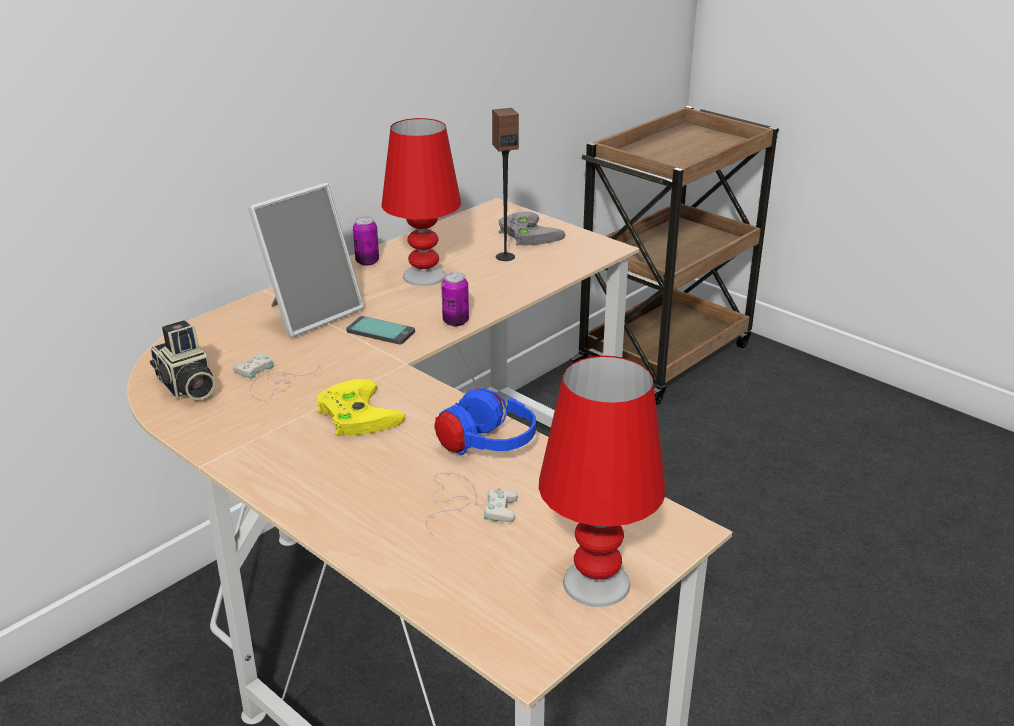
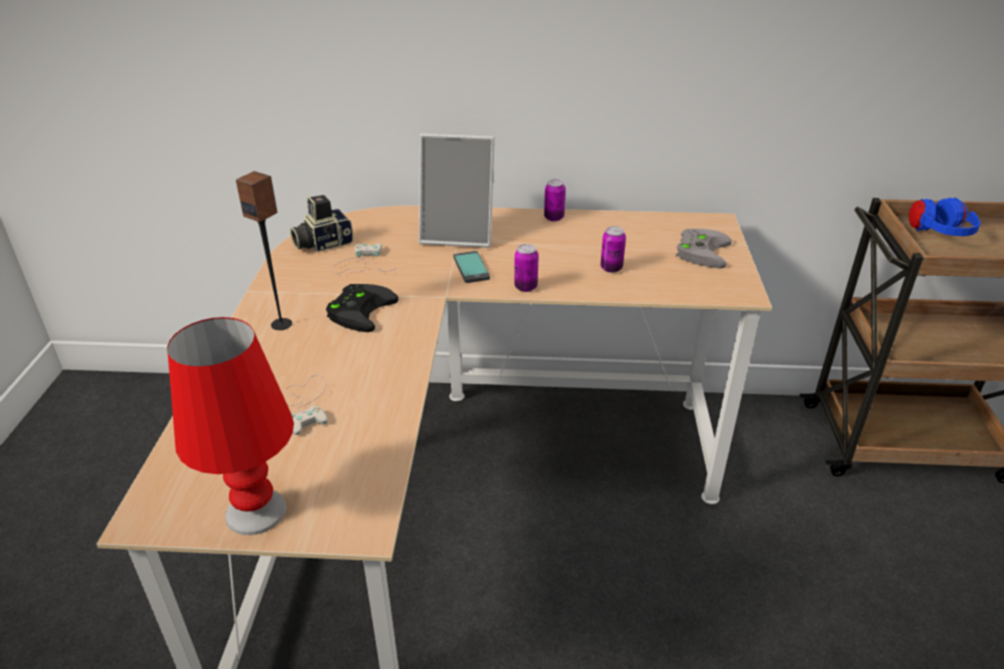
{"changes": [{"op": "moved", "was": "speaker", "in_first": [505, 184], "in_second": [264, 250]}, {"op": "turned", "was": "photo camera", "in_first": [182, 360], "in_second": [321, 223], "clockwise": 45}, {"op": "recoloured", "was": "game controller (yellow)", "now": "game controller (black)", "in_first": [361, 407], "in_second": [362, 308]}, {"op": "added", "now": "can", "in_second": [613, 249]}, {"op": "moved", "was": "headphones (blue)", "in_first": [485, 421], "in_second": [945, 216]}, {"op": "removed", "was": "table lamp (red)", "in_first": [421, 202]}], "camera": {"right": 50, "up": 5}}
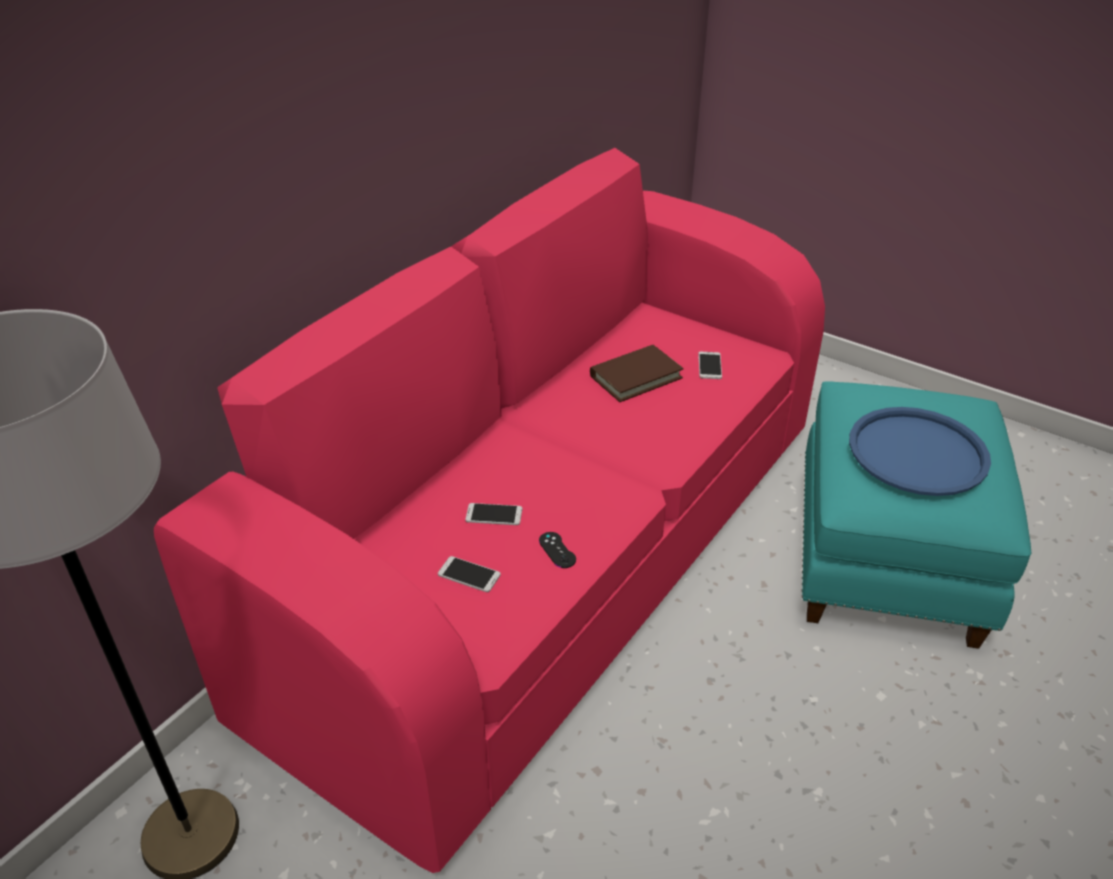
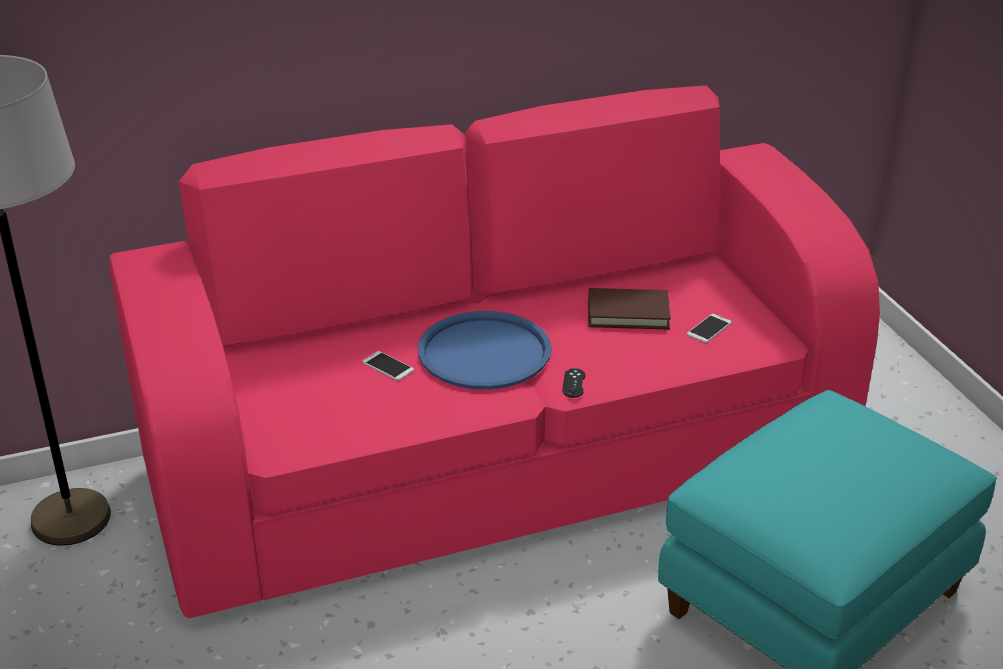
{"changes": [{"op": "moved", "was": "tray (blue)", "in_first": [920, 451], "in_second": [485, 350]}, {"op": "moved", "was": "game controller (black)", "in_first": [557, 550], "in_second": [574, 383]}, {"op": "removed", "was": "phone", "in_first": [469, 574]}], "camera": {"right": 35, "up": -5}}
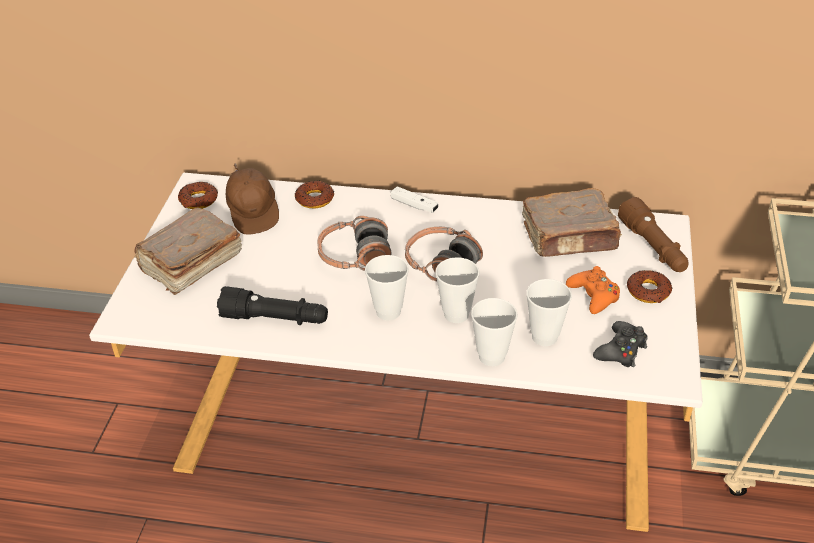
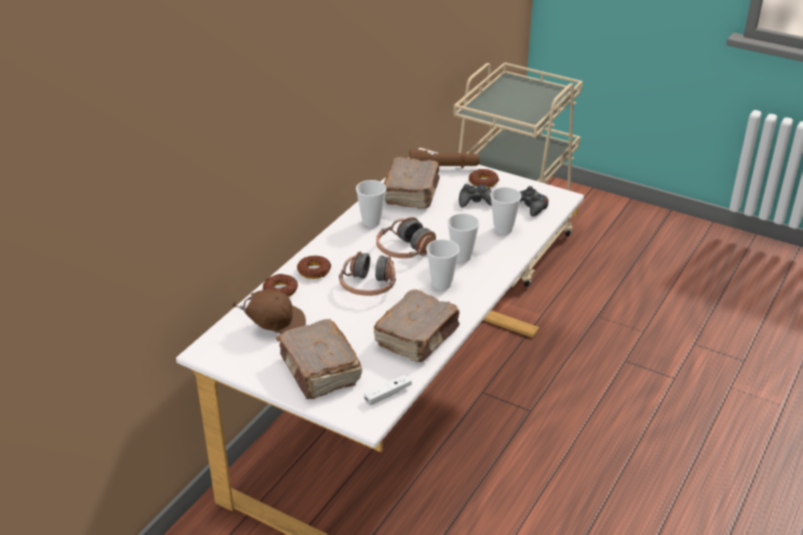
{"changes": [{"op": "moved", "was": "donut", "in_first": [198, 195], "in_second": [314, 267]}, {"op": "moved", "was": "cup", "in_first": [494, 332], "in_second": [371, 203]}, {"op": "moved", "was": "game controller (white)", "in_first": [414, 199], "in_second": [388, 390]}, {"op": "replaced", "was": "flashlight (black)", "now": "book (brown)", "in_first": [272, 305], "in_second": [417, 325]}, {"op": "recoloured", "was": "game controller (orange)", "now": "game controller (black)", "in_first": [593, 290], "in_second": [475, 196]}], "camera": {"right": -70, "up": -5}}
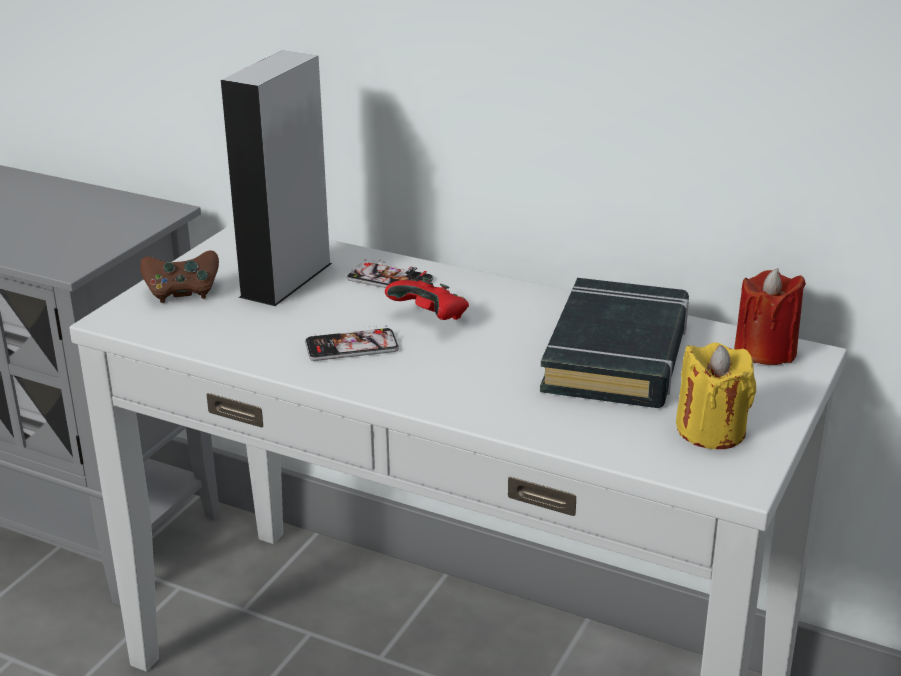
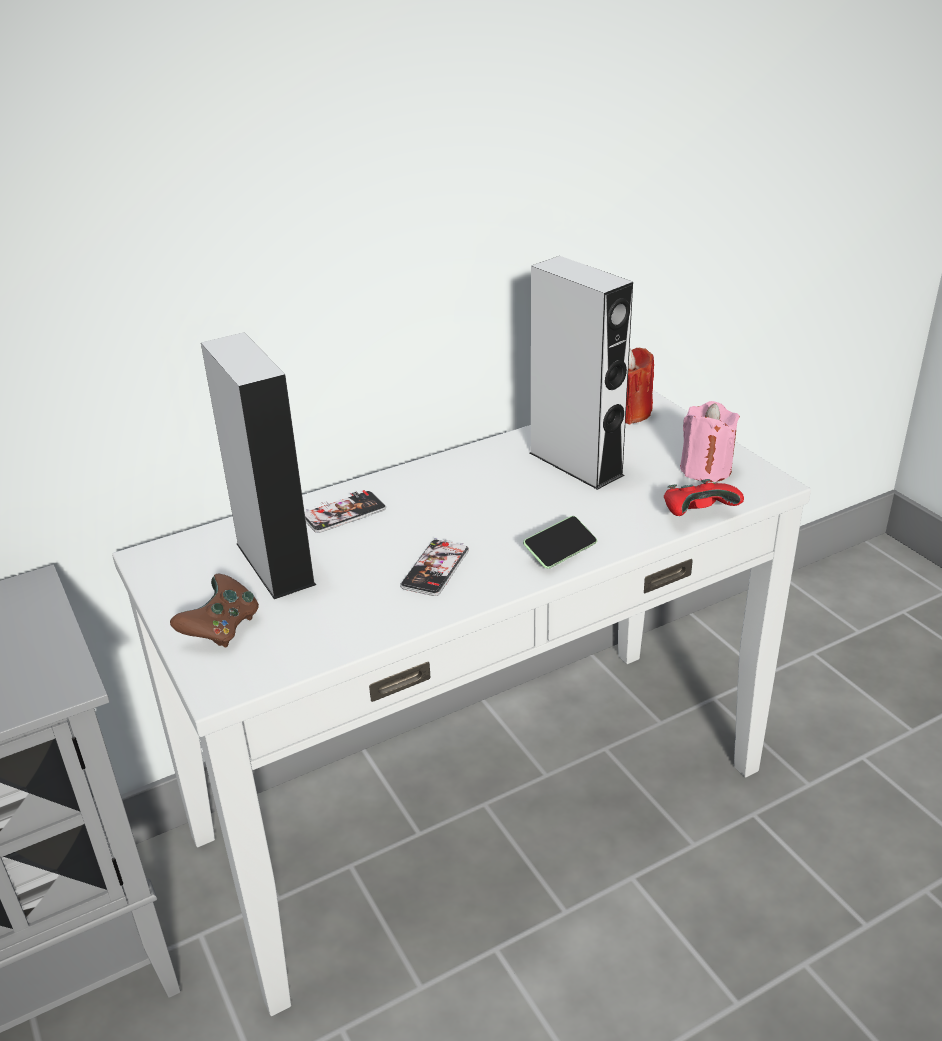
{"changes": [{"op": "added", "now": "phone", "in_second": [560, 542]}, {"op": "replaced", "was": "book (black)", "now": "speaker (grey)", "in_first": [614, 343], "in_second": [581, 373]}, {"op": "moved", "was": "game controller (red)", "in_first": [427, 298], "in_second": [704, 497]}, {"op": "recoloured", "was": "candle (yellow)", "now": "candle (pink)", "in_first": [716, 395], "in_second": [710, 441]}], "camera": {"right": -55, "up": 5}}
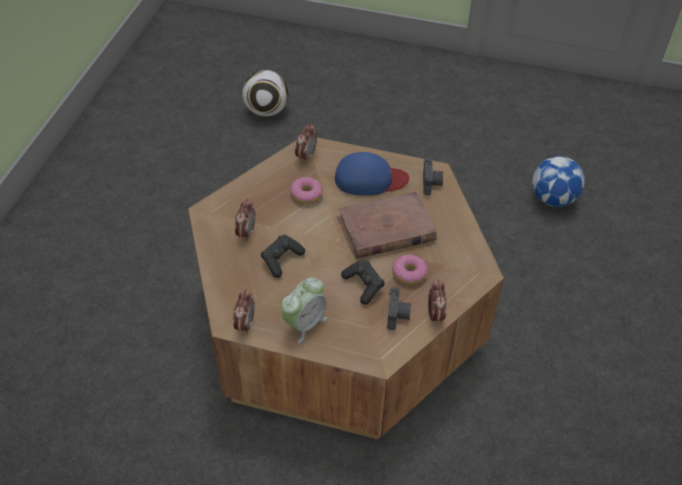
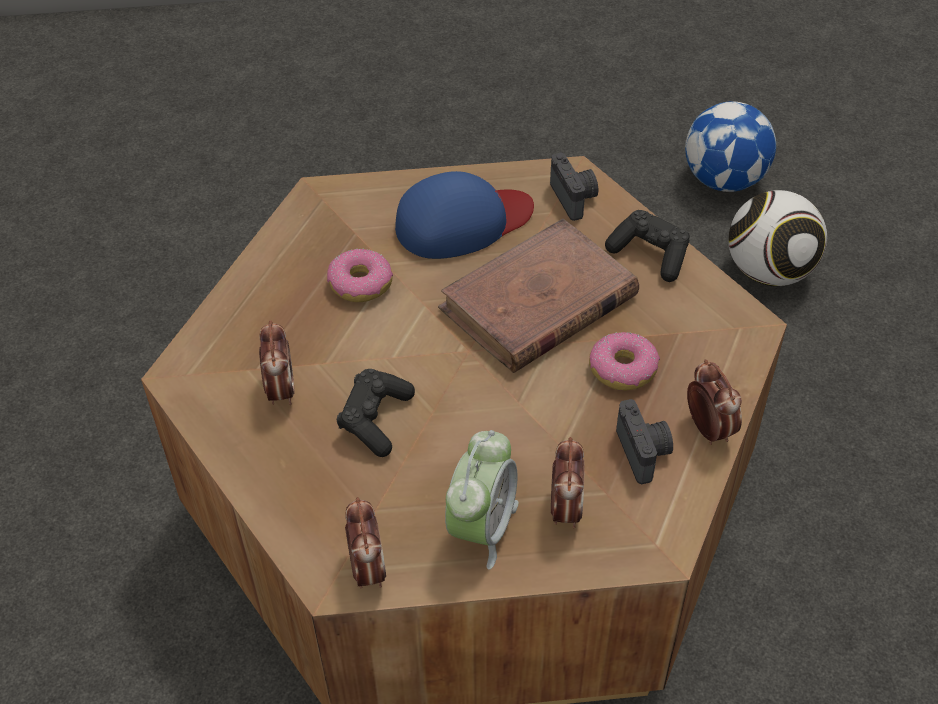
{"changes": [{"op": "moved", "was": "alarm clock", "in_first": [306, 143], "in_second": [567, 482]}, {"op": "moved", "was": "game controller (black)", "in_first": [363, 282], "in_second": [647, 246]}, {"op": "moved", "was": "football", "in_first": [265, 93], "in_second": [778, 238]}], "camera": {"right": -20, "up": 0}}
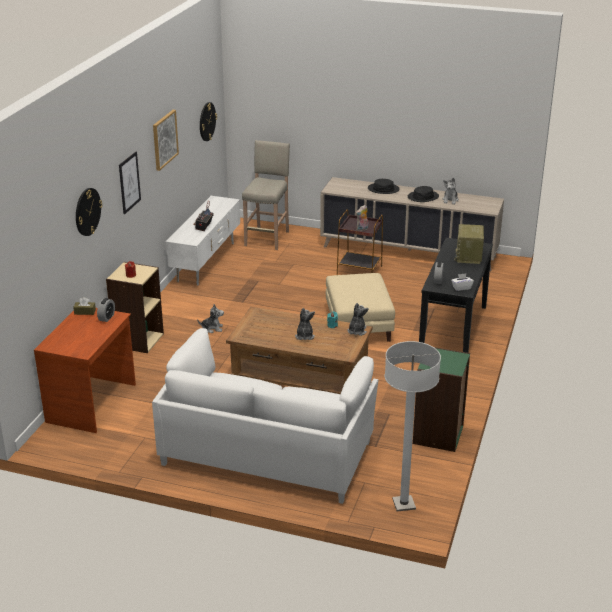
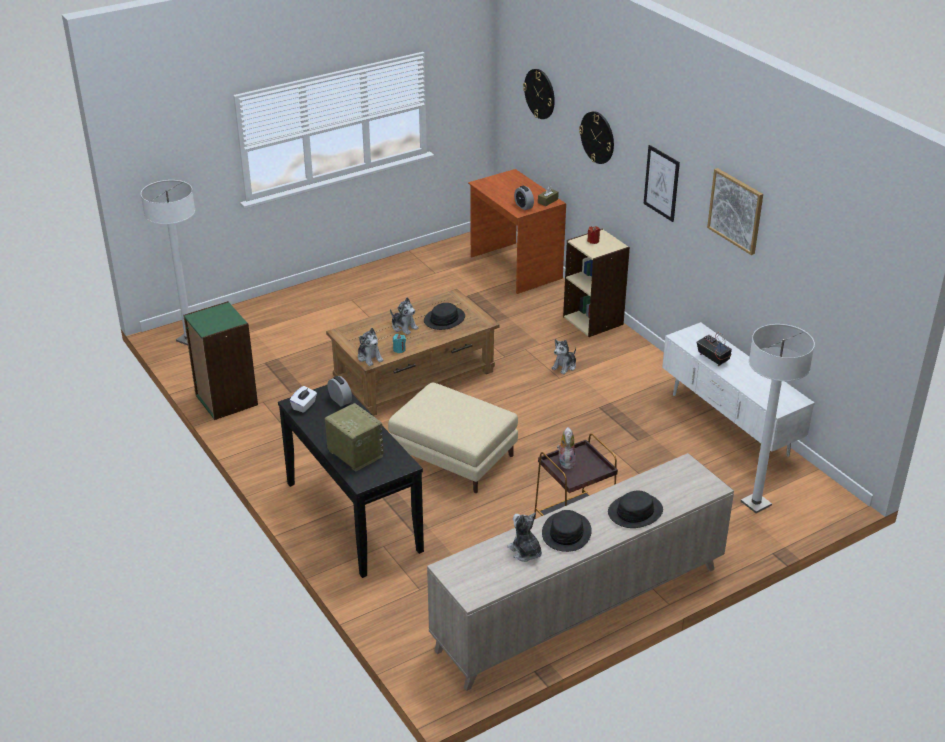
{"changes": [{"op": "added", "now": "hat (black)", "in_second": [444, 316]}, {"op": "moved", "was": "wall clock", "in_first": [208, 121], "in_second": [539, 94]}, {"op": "replaced", "was": "stool (beige)", "now": "floor lamp (white)", "in_first": [266, 195], "in_second": [778, 418]}, {"op": "removed", "was": "sofa (white)", "in_first": [265, 416]}], "camera": {"right": 130, "up": 5}}
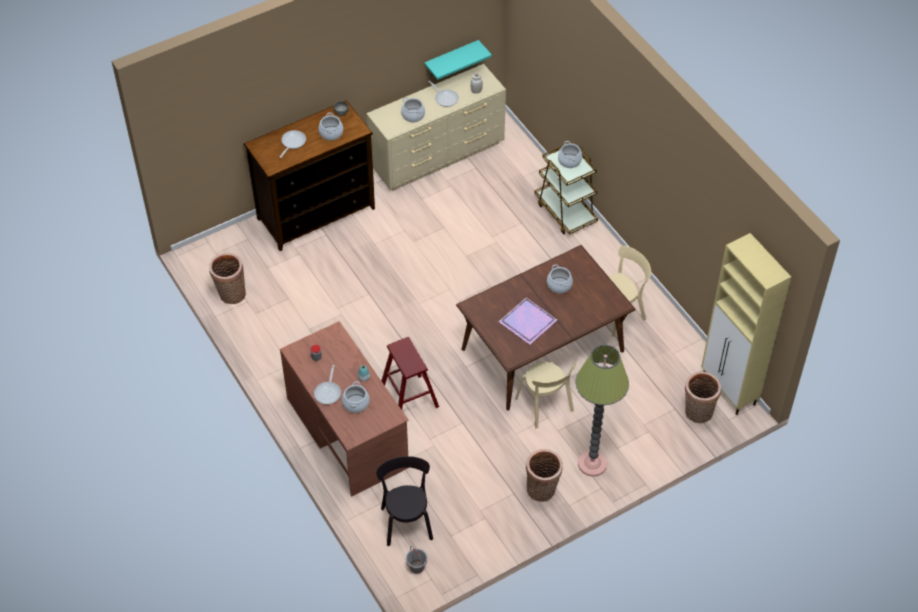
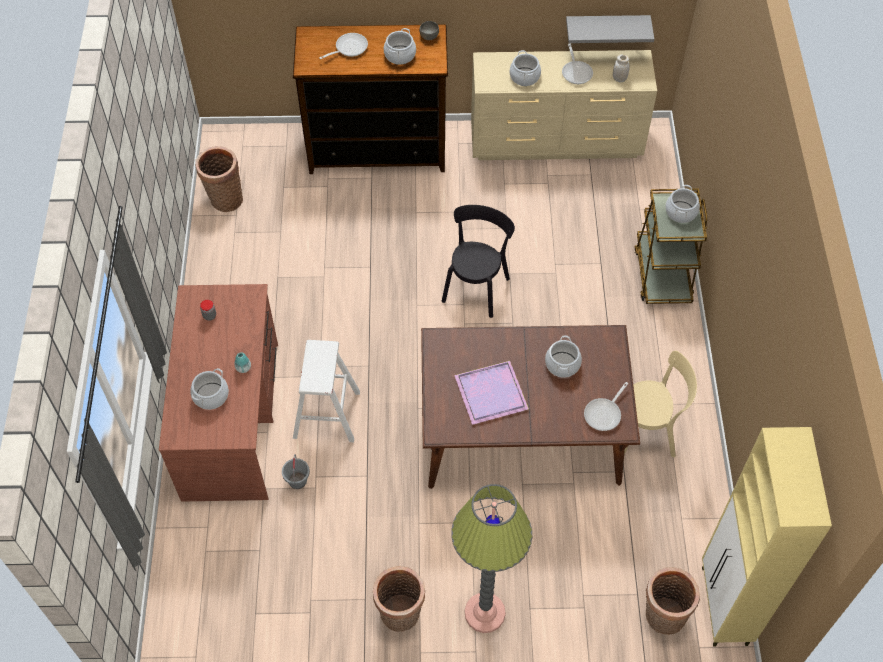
{"changes": [{"op": "moved", "was": "bucket (grey)", "in_first": [417, 559], "in_second": [296, 471]}, {"op": "recoloured", "was": "stool (red)", "now": "stool (white)", "in_first": [410, 373], "in_second": [326, 391]}, {"op": "moved", "was": "chair (black)", "in_first": [404, 501], "in_second": [478, 261]}, {"op": "recoloured", "was": "shelf (turquoise)", "now": "shelf (grey)", "in_first": [458, 60], "in_second": [610, 29]}, {"op": "moved", "was": "frying pan", "in_first": [327, 384], "in_second": [606, 406]}, {"op": "removed", "was": "chair (beige)", "in_first": [546, 394]}], "camera": {"right": 30, "up": 5}}
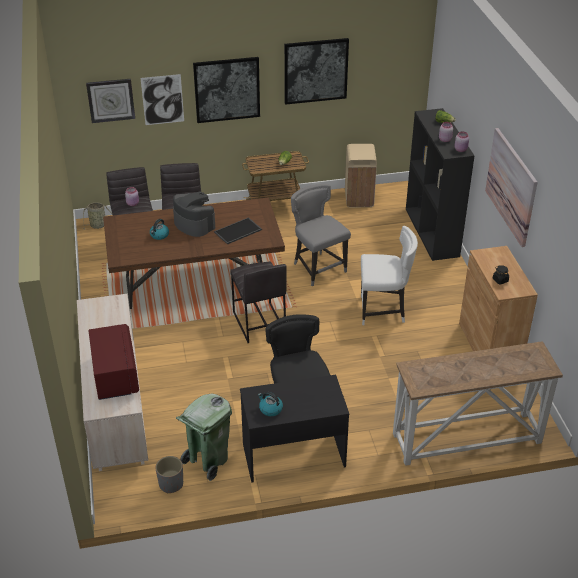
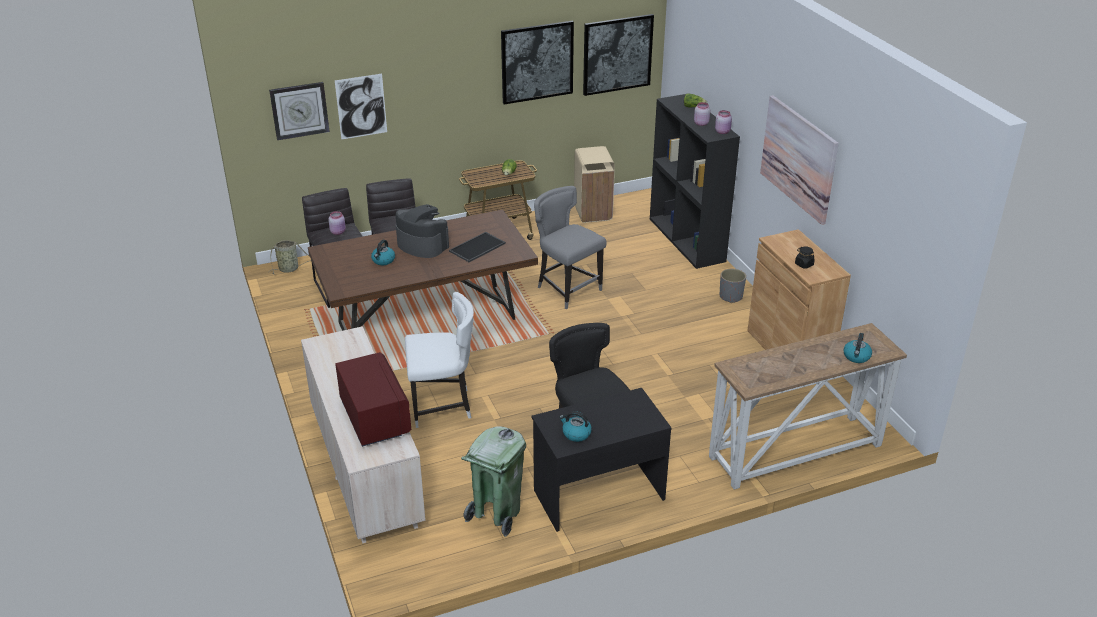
{"changes": [{"op": "moved", "was": "chair (white)", "in_first": [389, 275], "in_second": [439, 360]}, {"op": "moved", "was": "picture", "in_first": [226, 90], "in_second": [618, 55]}, {"op": "moved", "was": "planter (grey)", "in_first": [169, 474], "in_second": [733, 286]}, {"op": "added", "now": "kettle", "in_second": [858, 348]}, {"op": "removed", "was": "stool (grey)", "in_first": [258, 302]}], "camera": {"right": -10, "up": -5}}
